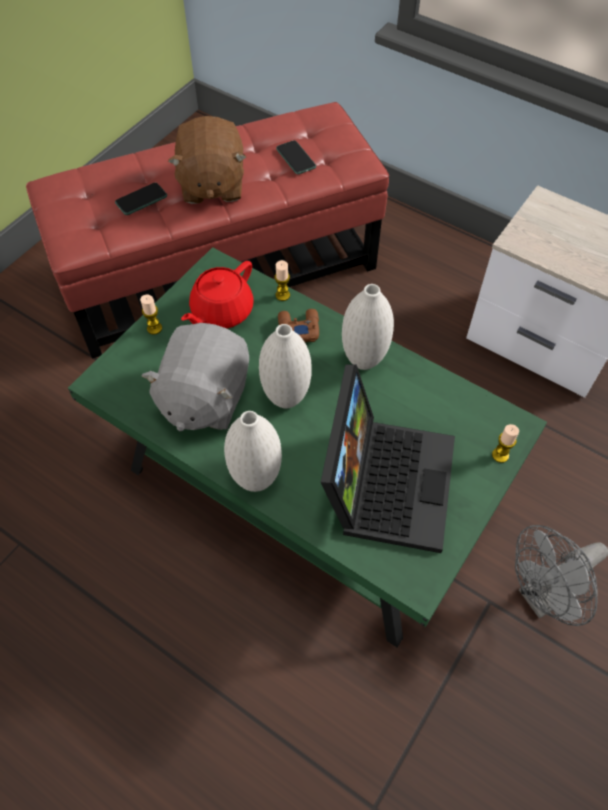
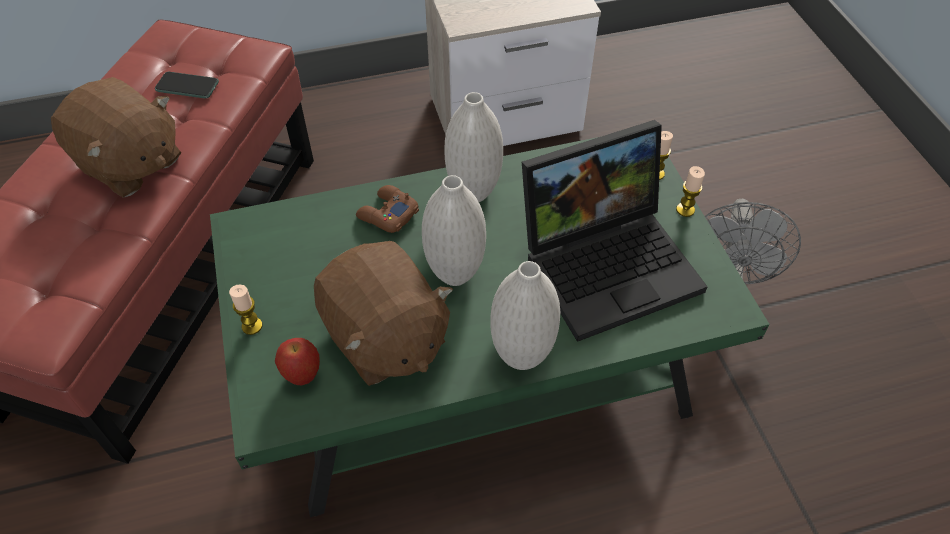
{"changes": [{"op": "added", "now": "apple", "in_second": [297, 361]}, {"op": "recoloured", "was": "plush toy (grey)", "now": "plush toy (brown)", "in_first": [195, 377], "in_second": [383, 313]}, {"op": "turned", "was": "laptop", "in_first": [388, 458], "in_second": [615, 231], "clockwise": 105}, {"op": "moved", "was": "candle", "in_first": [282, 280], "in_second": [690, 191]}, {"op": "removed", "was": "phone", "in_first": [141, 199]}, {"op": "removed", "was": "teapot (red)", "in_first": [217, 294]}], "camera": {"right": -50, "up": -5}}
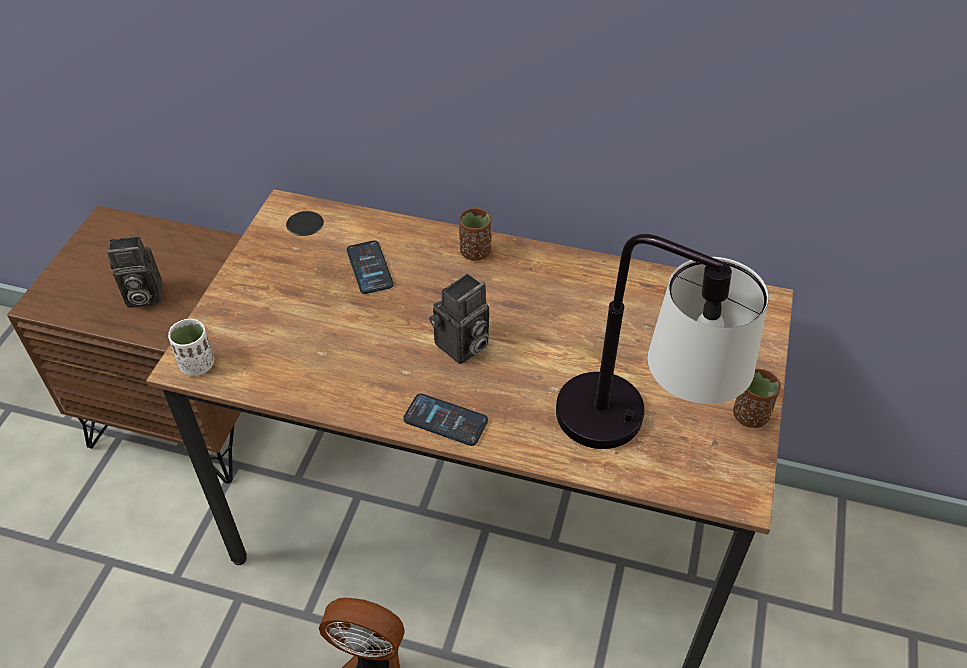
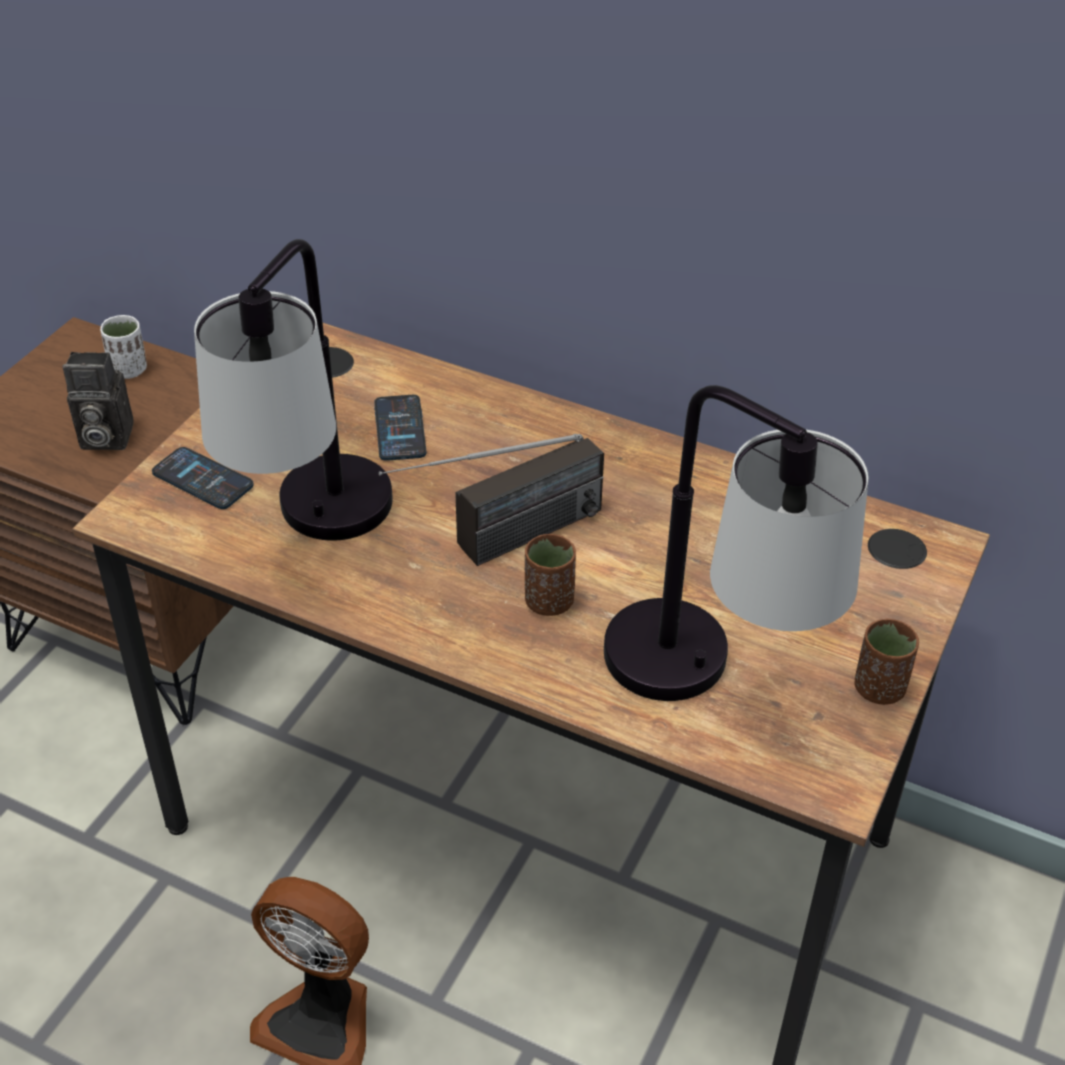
{"changes": [{"op": "moved", "was": "cup (white)", "in_first": [191, 347], "in_second": [123, 347]}, {"op": "moved", "was": "phone", "in_first": [445, 419], "in_second": [203, 478]}, {"op": "added", "now": "table lamp", "in_second": [293, 390]}, {"op": "replaced", "was": "photo camera", "now": "radio", "in_first": [459, 318], "in_second": [491, 500]}, {"op": "moved", "was": "cup (brown)", "in_first": [475, 234], "in_second": [550, 575]}], "camera": {"right": 10, "up": -5}}
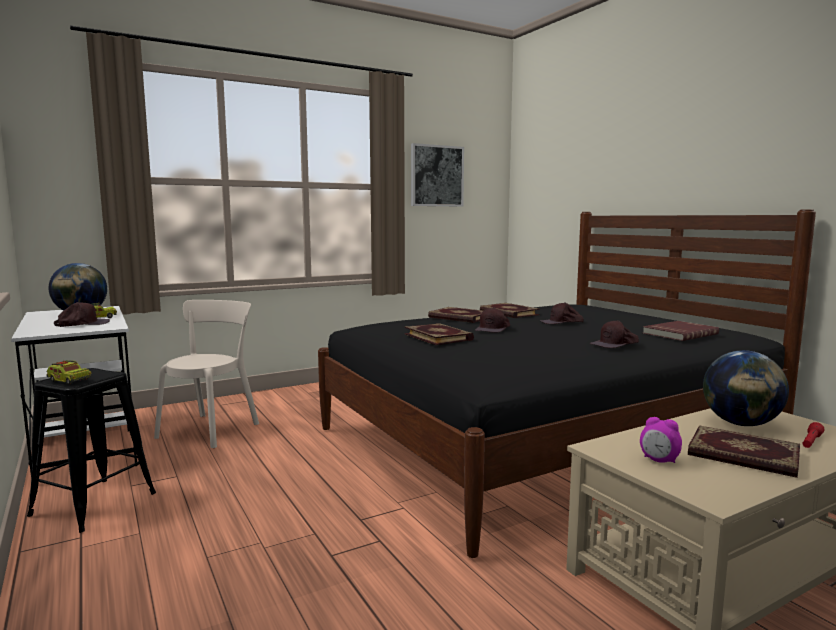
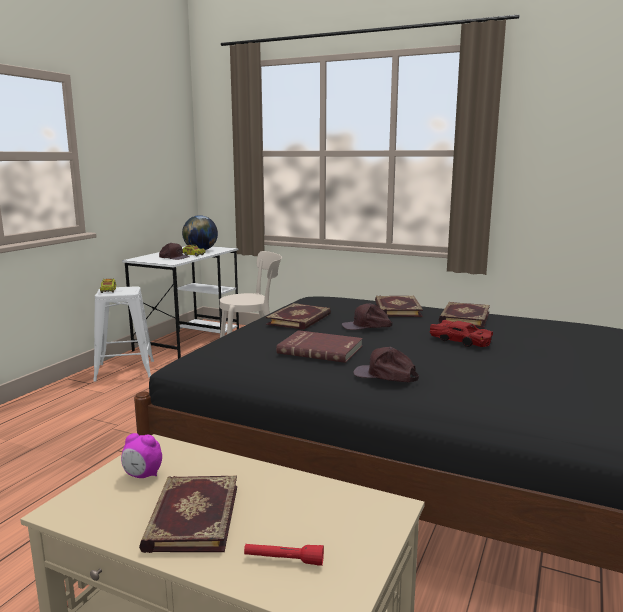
{"changes": [{"op": "recoloured", "was": "stool (black)", "now": "stool (white)", "in_first": [91, 450], "in_second": [123, 333]}, {"op": "turned", "was": "alarm clock", "in_first": [661, 440], "in_second": [141, 455], "clockwise": -75}, {"op": "moved", "was": "book (red)", "in_first": [681, 331], "in_second": [319, 346]}, {"op": "replaced", "was": "cap (brown)", "now": "toy car (red)", "in_first": [562, 313], "in_second": [461, 333]}, {"op": "removed", "was": "picture", "in_first": [437, 175]}, {"op": "removed", "was": "globe", "in_first": [746, 388]}], "camera": {"right": 55, "up": 5}}
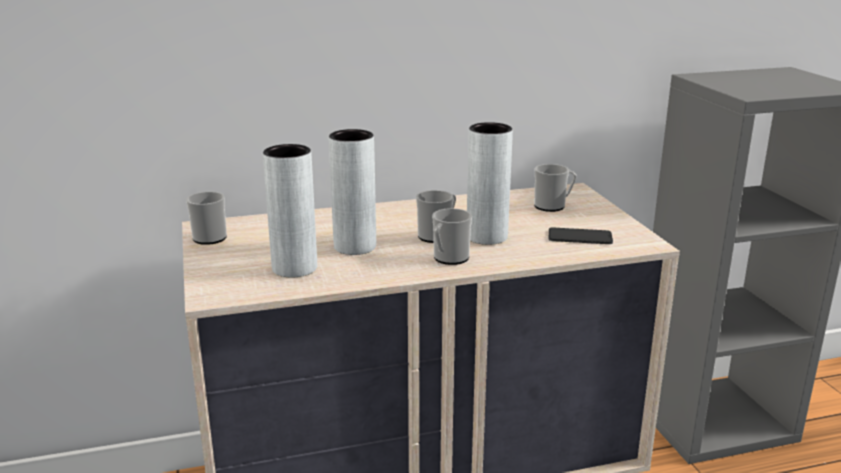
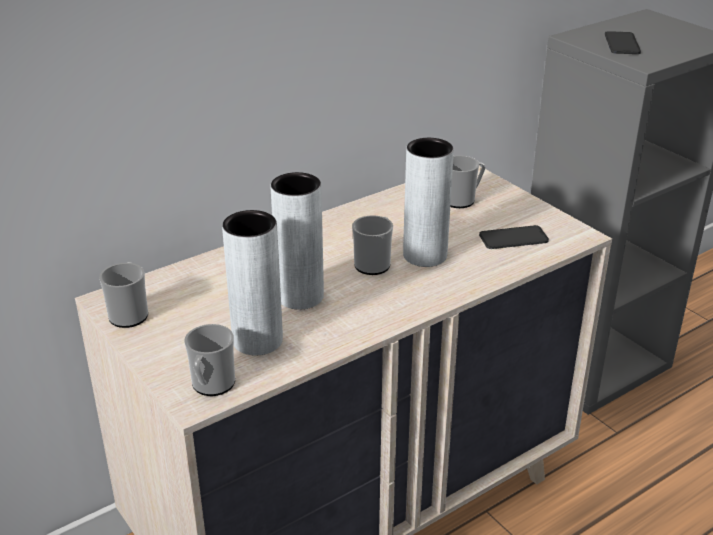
{"changes": [{"op": "moved", "was": "mug", "in_first": [452, 236], "in_second": [209, 360]}, {"op": "added", "now": "phone", "in_second": [623, 42]}], "camera": {"right": -20, "up": 10}}
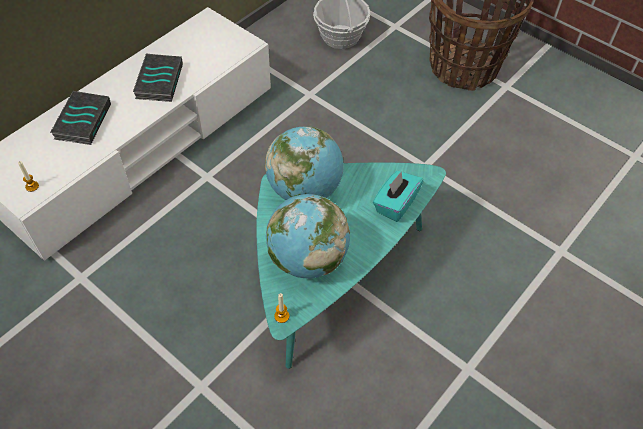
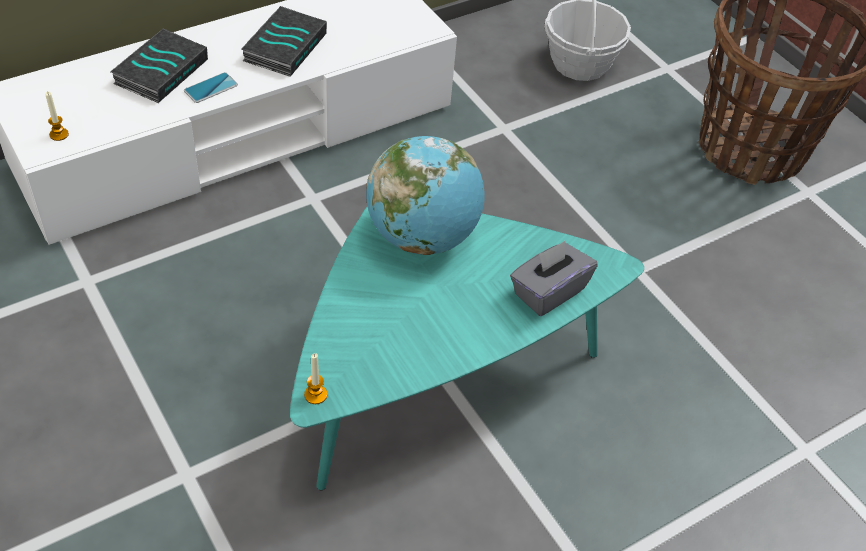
{"changes": [{"op": "added", "now": "phone", "in_second": [211, 87]}, {"op": "recoloured", "was": "tissue box (turquoise)", "now": "tissue box (grey)", "in_first": [398, 196], "in_second": [554, 278]}, {"op": "removed", "was": "globe", "in_first": [308, 236]}], "camera": {"right": 15, "up": -5}}
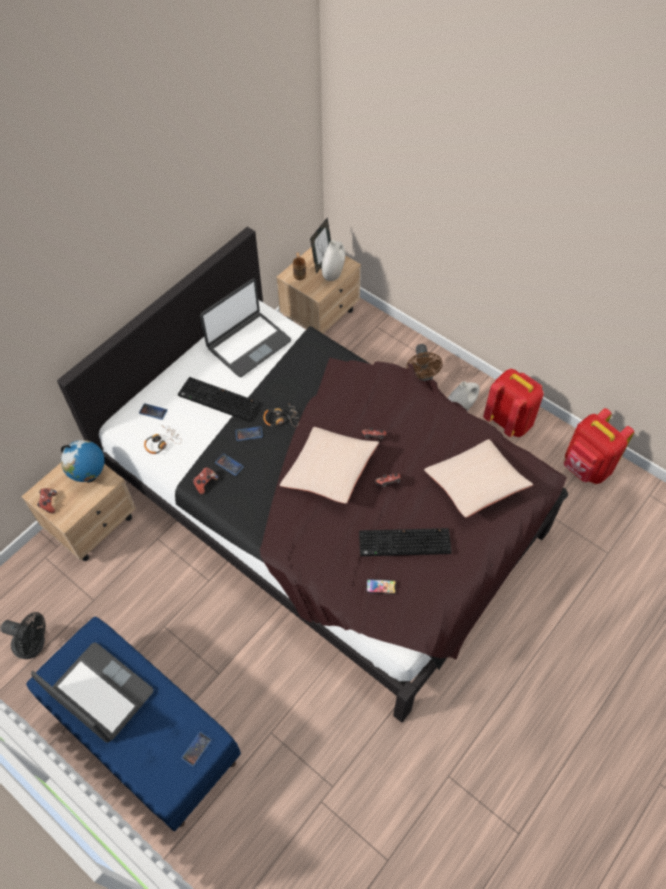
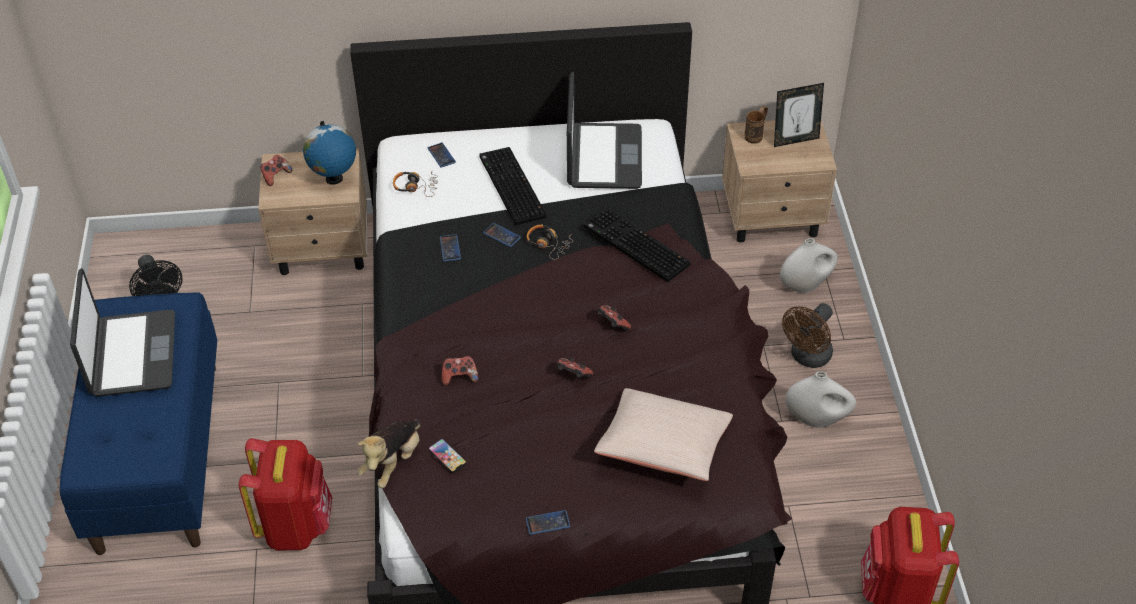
{"changes": [{"op": "moved", "was": "backpack (red)", "in_first": [513, 403], "in_second": [285, 494]}, {"op": "added", "now": "plush toy", "in_second": [389, 453]}, {"op": "moved", "was": "game controller", "in_first": [205, 481], "in_second": [460, 371]}, {"op": "moved", "was": "phone", "in_first": [196, 749], "in_second": [548, 522]}, {"op": "turned", "was": "laptop", "in_first": [245, 327], "in_second": [604, 130], "clockwise": -90}, {"op": "moved", "was": "keyboard", "in_first": [405, 542], "in_second": [637, 245]}, {"op": "moved", "was": "vase (white)", "in_first": [333, 260], "in_second": [809, 265]}, {"op": "removed", "was": "pillow (beige)", "in_first": [329, 465]}], "camera": {"right": 45, "up": -10}}
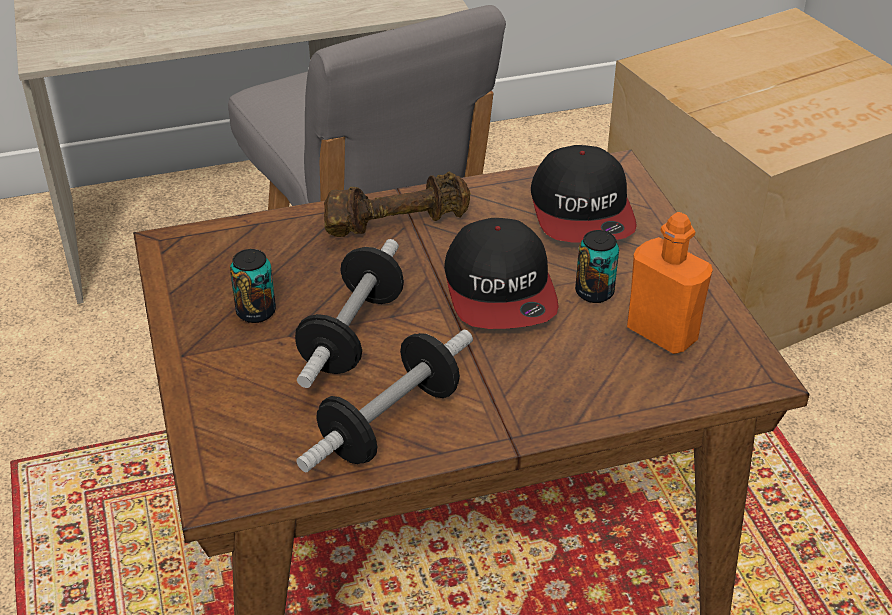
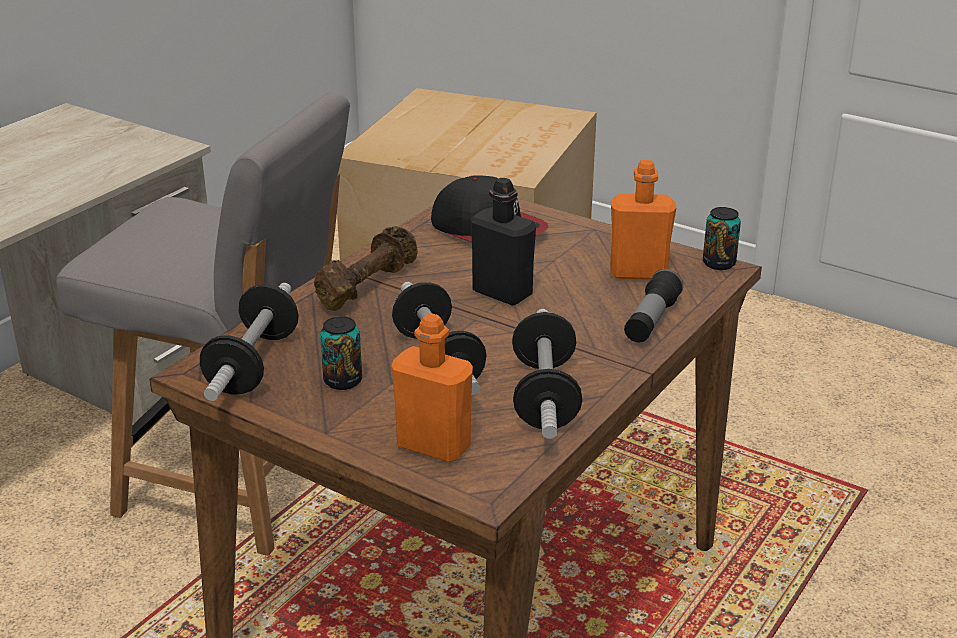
{"changes": [{"op": "added", "now": "dumbbell", "in_second": [249, 342]}, {"op": "added", "now": "bottle (orange)", "in_second": [432, 387]}, {"op": "replaced", "was": "cap", "now": "bottle (black)", "in_first": [501, 273], "in_second": [503, 242]}, {"op": "added", "now": "flashlight", "in_second": [653, 305]}, {"op": "moved", "was": "can", "in_first": [597, 266], "in_second": [722, 238]}], "camera": {"right": -40, "up": -10}}
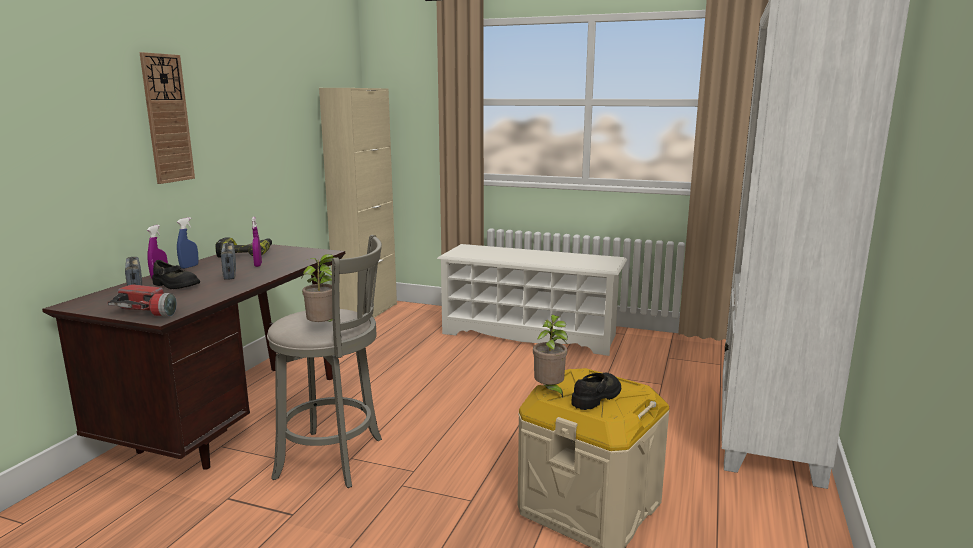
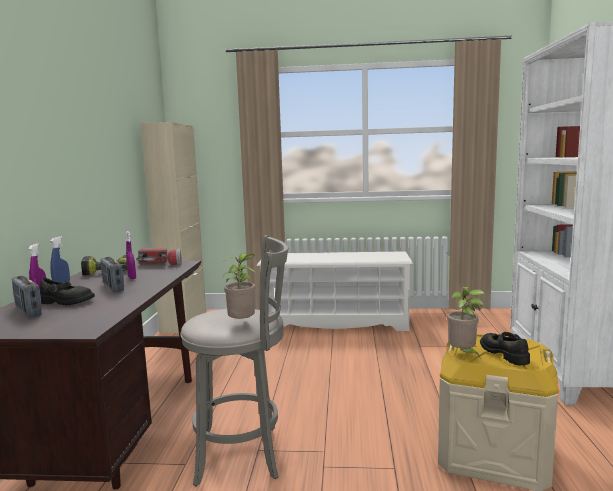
{"changes": [{"op": "moved", "was": "flashlight", "in_first": [142, 300], "in_second": [159, 256]}, {"op": "turned", "was": "shoe (black)", "in_first": [596, 391], "in_second": [505, 349], "clockwise": -45}, {"op": "removed", "was": "wall clock", "in_first": [167, 118]}], "camera": {"right": -15, "up": -5}}
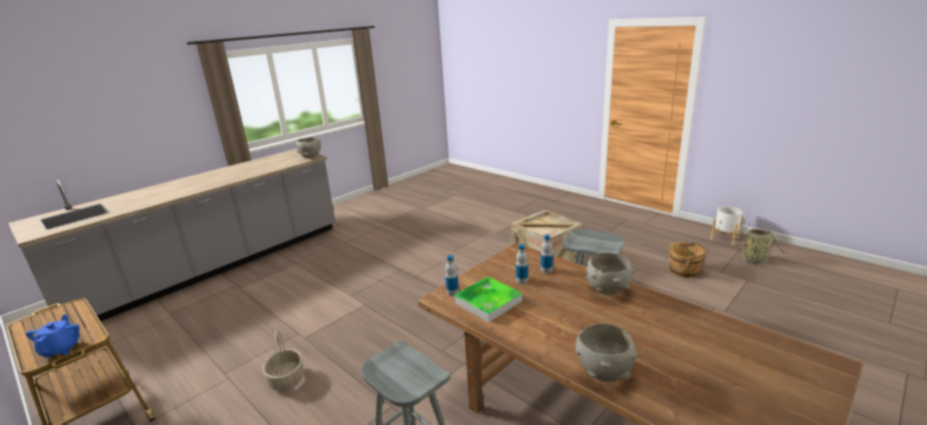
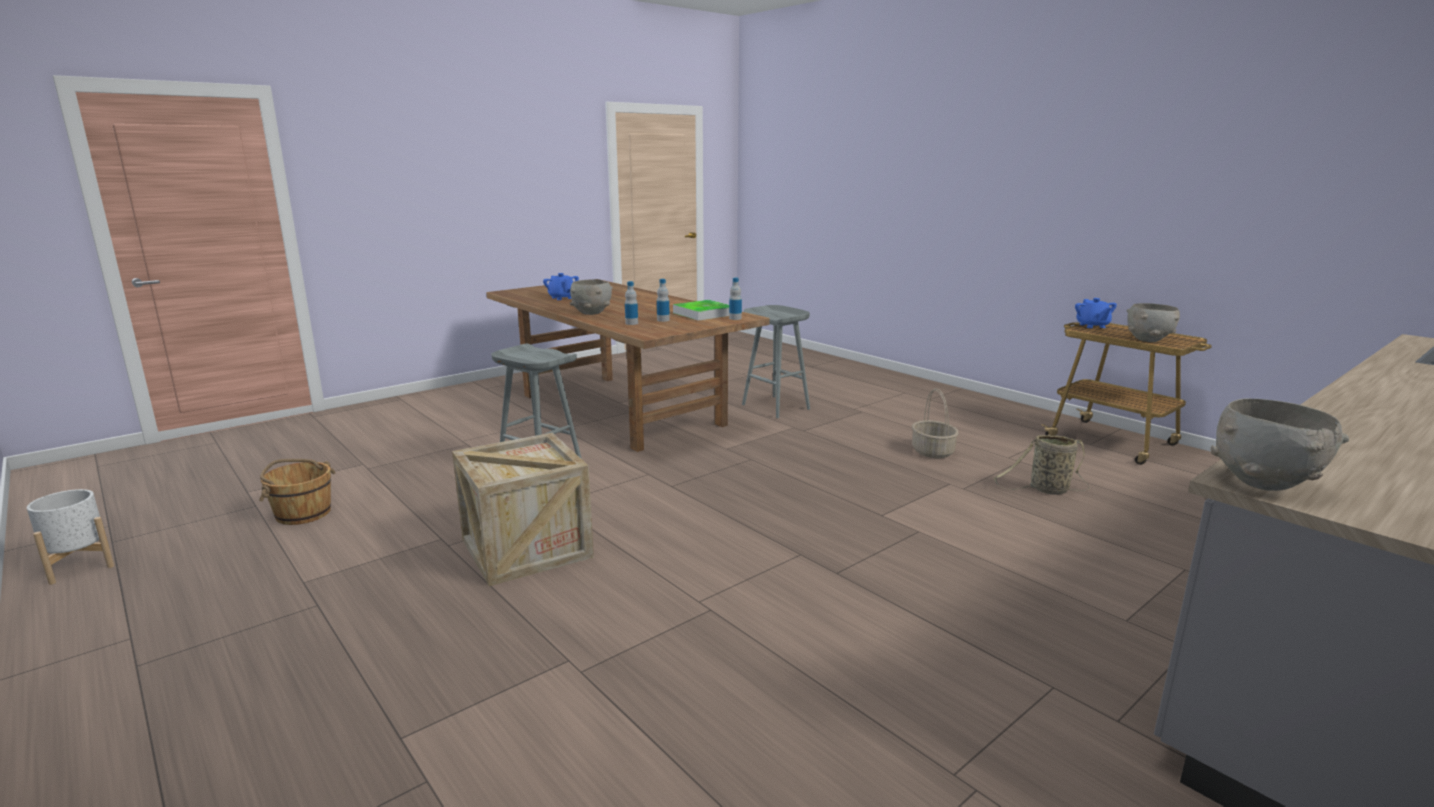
{"changes": [{"op": "added", "now": "teapot (blue)", "in_second": [561, 286]}, {"op": "moved", "was": "basket", "in_first": [760, 246], "in_second": [1042, 465]}, {"op": "moved", "was": "bowl (grey)", "in_first": [606, 353], "in_second": [1153, 322]}], "camera": {"right": -175, "up": -5}}
